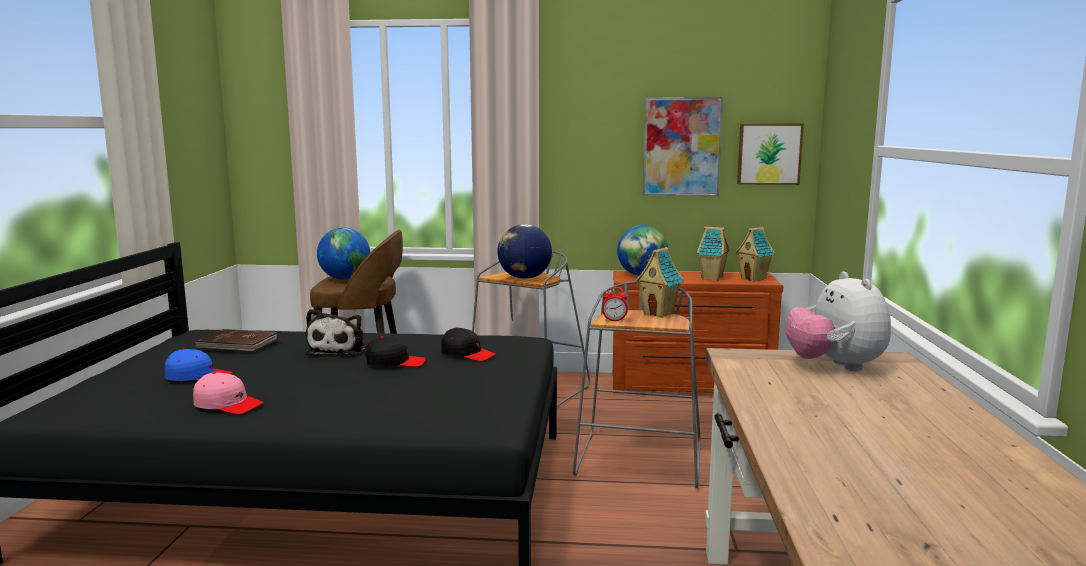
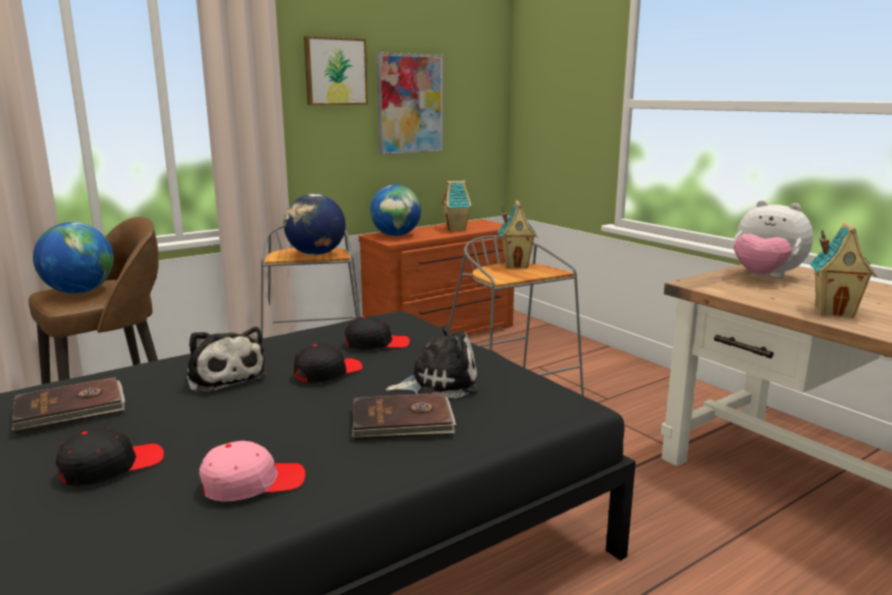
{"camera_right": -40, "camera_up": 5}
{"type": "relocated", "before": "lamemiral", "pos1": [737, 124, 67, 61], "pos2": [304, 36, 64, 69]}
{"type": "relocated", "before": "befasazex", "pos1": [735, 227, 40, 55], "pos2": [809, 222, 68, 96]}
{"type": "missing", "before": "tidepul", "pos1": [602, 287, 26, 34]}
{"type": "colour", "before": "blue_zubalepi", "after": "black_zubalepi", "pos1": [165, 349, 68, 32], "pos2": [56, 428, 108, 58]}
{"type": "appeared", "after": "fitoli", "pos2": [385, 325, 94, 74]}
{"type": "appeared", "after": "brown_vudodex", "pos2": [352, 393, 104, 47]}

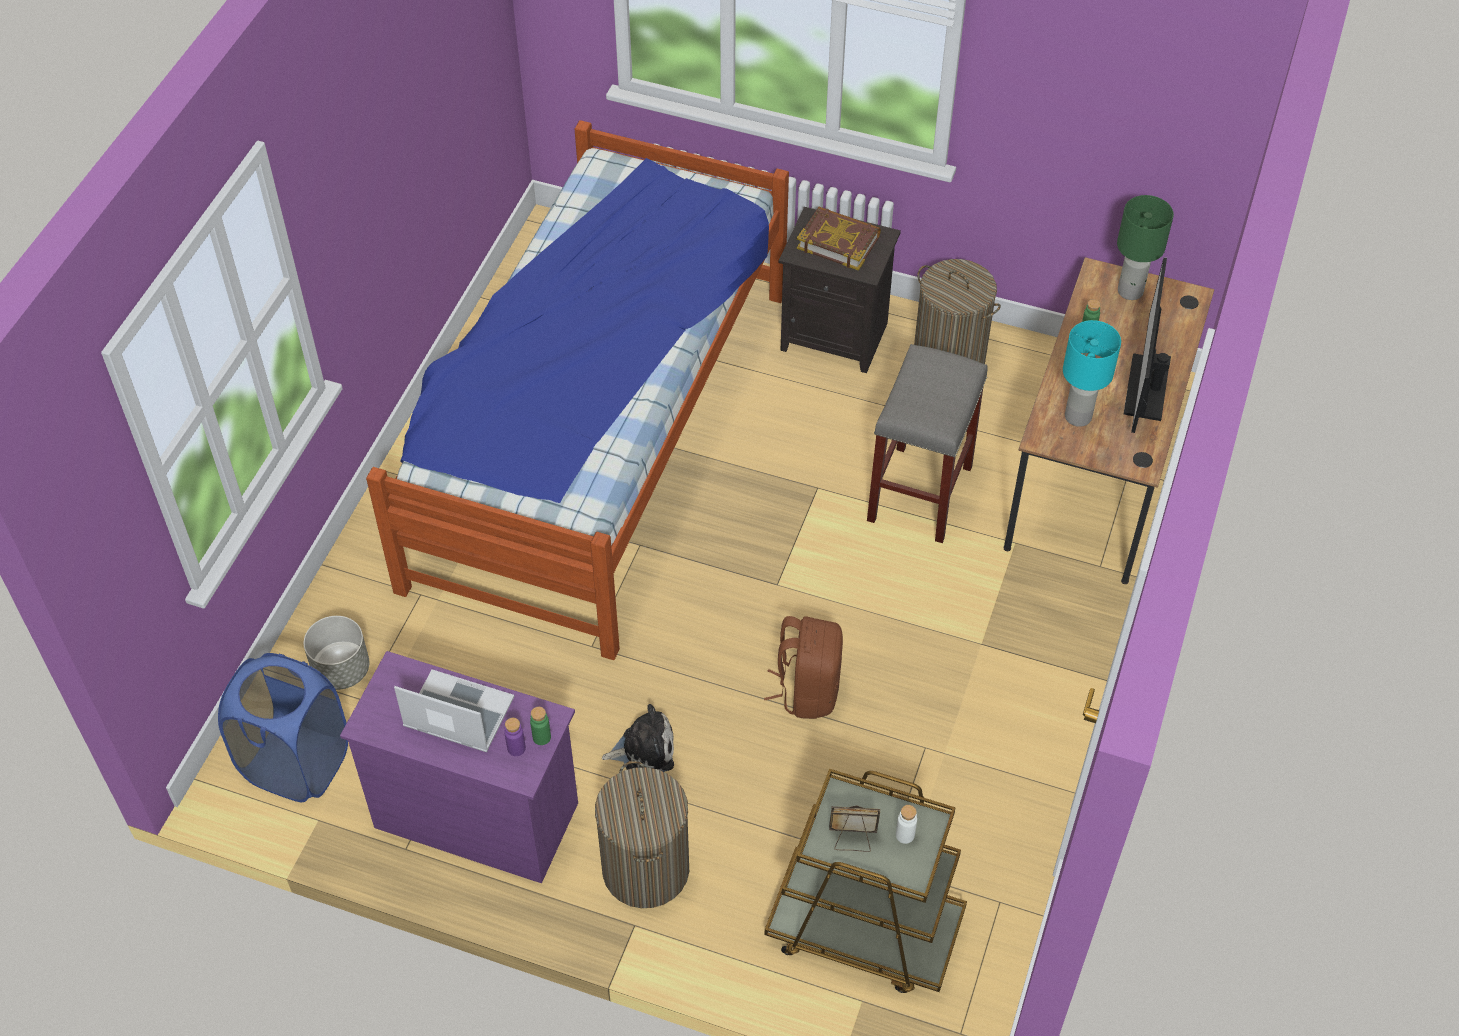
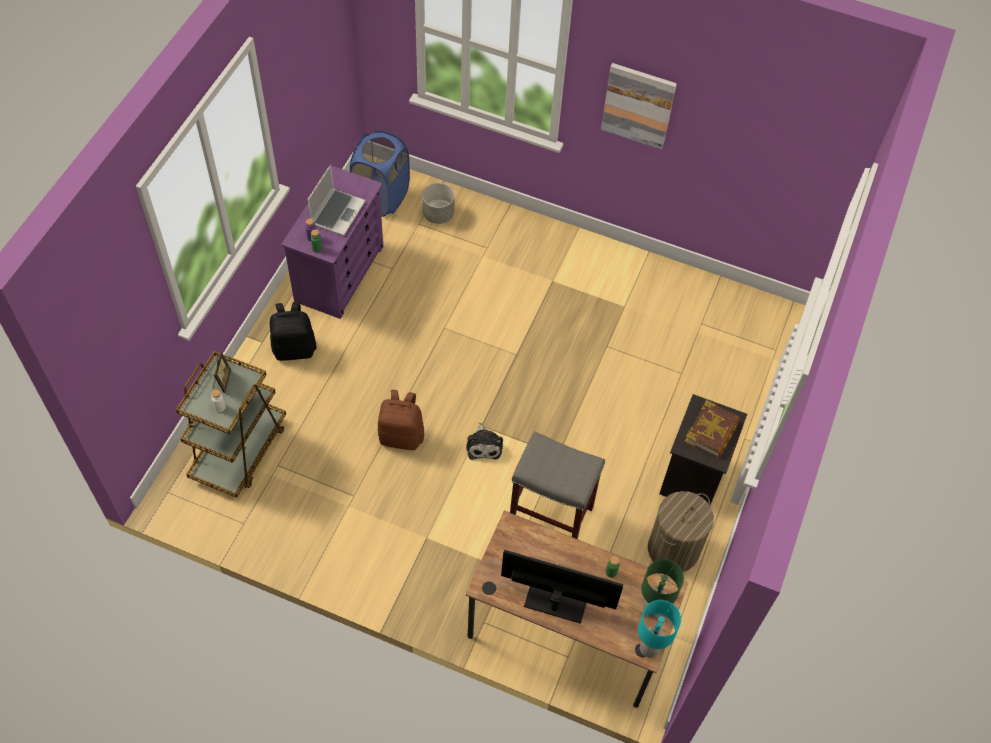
{"camera_right": 90, "camera_up": 5}
{"type": "missing", "before": "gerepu", "pos1": [366, 120, 423, 540]}
{"type": "relocated", "before": "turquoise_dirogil", "pos1": [1063, 320, 58, 107], "pos2": [638, 600, 43, 58]}
{"type": "relocated", "before": "fitoli", "pos1": [602, 704, 72, 68], "pos2": [466, 423, 37, 37]}
{"type": "exchanged", "before": "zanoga", "after": "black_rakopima", "pos1": [595, 761, 94, 147], "pos2": [270, 302, 46, 59]}
{"type": "appeared", "after": "lamemiral", "pos2": [601, 63, 76, 87]}

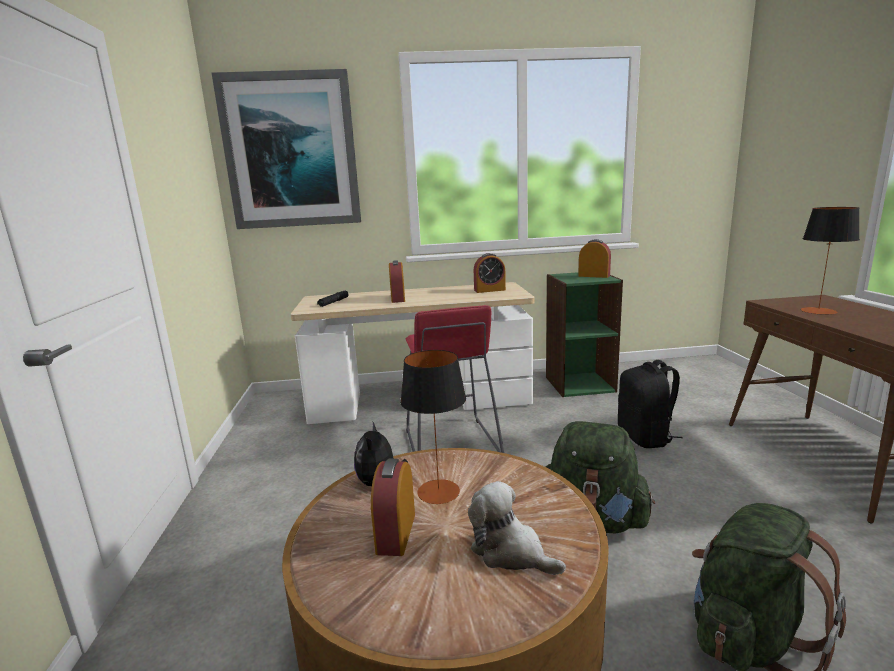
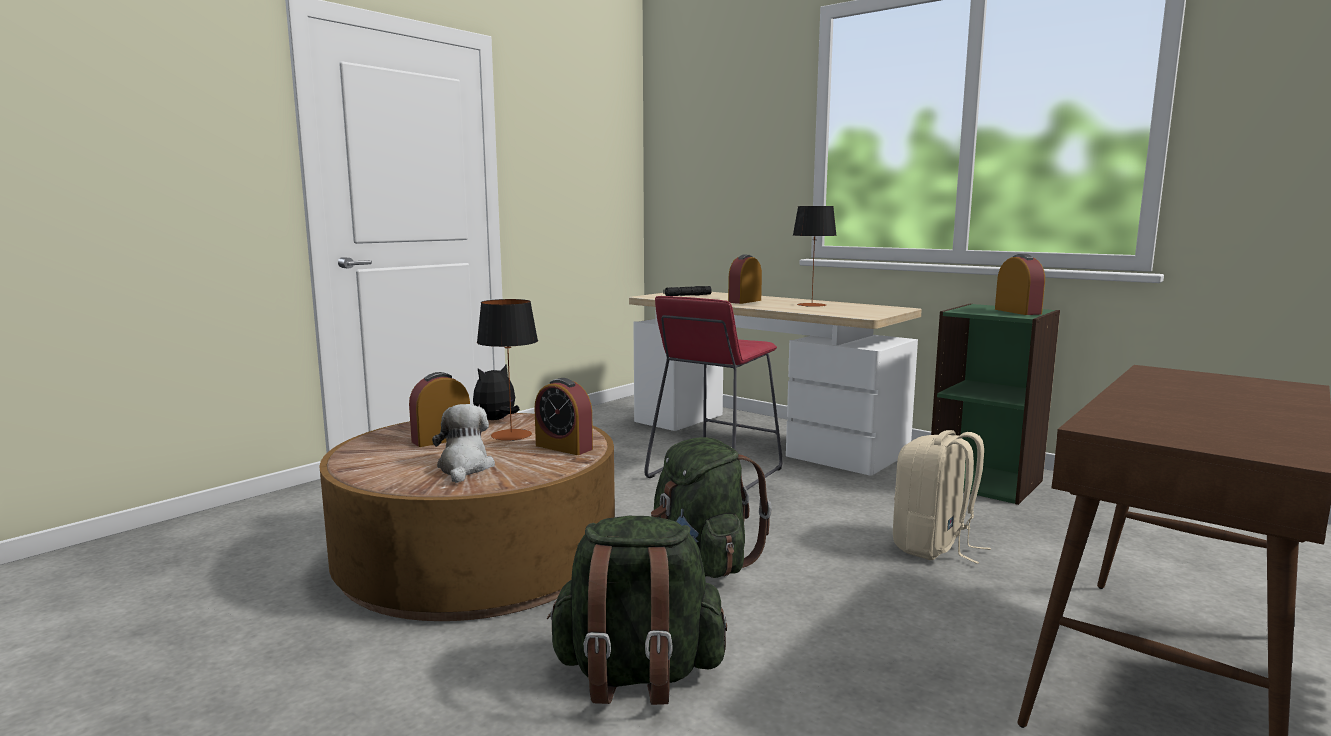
{"camera_right": 45, "camera_up": -5}
{"type": "missing", "before": "lamemiral", "pos1": [212, 69, 149, 160]}
{"type": "relocated", "before": "dirogil", "pos1": [801, 207, 59, 108], "pos2": [793, 206, 44, 101]}
{"type": "relocated", "before": "tidepul", "pos1": [474, 253, 32, 40], "pos2": [534, 378, 59, 77]}
{"type": "colour", "before": "black_rakopima", "after": "beige_rakopima", "pos1": [618, 360, 65, 88], "pos2": [893, 430, 98, 134]}

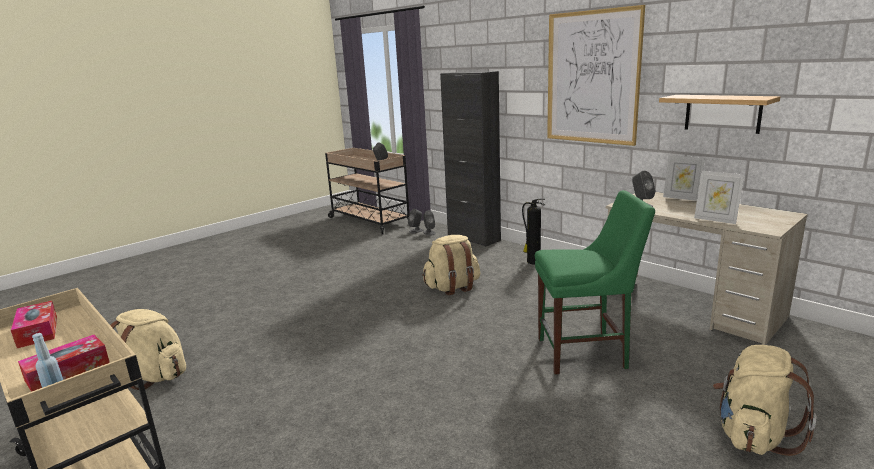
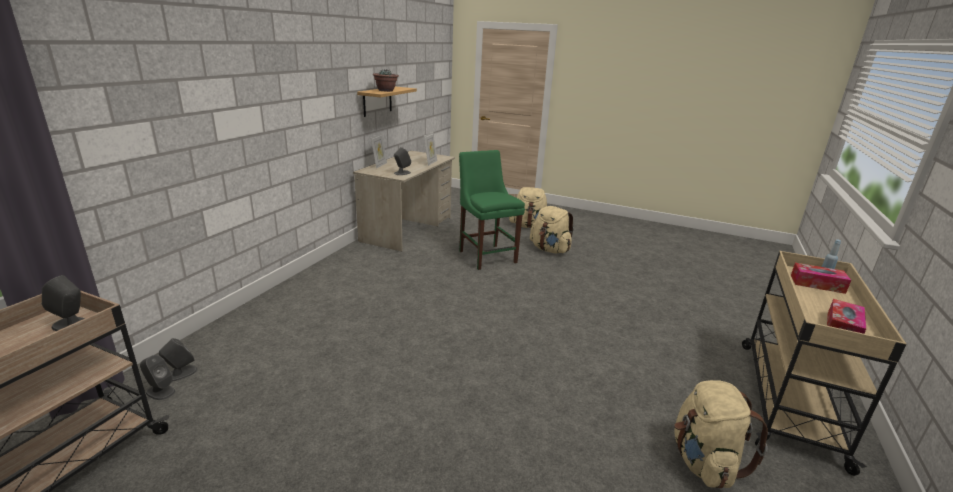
{"camera_right": -115, "camera_up": 5}
{"type": "missing", "before": "lamemiral", "pos1": [547, 5, 98, 141]}
{"type": "missing", "before": "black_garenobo", "pos1": [440, 71, 61, 176]}
{"type": "missing", "before": "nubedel", "pos1": [522, 198, 23, 66]}
{"type": "relocated", "before": "beige_rakopima", "pos1": [422, 235, 58, 60], "pos2": [530, 206, 44, 47]}
{"type": "appeared", "after": "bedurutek", "pos2": [373, 69, 26, 23]}

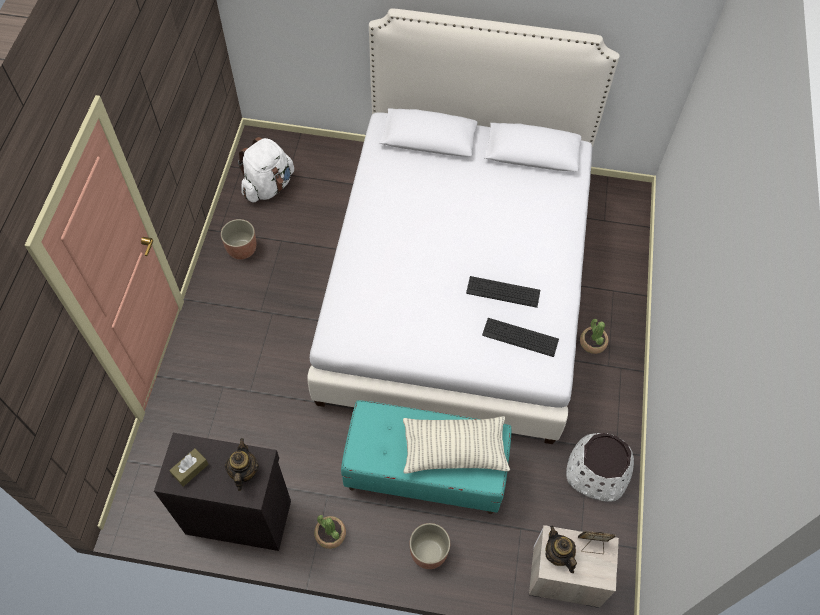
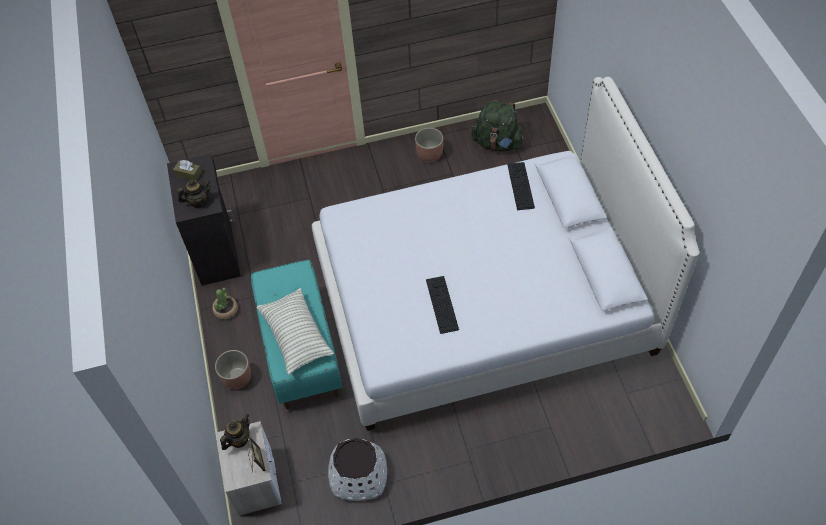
{"camera_right": 70, "camera_up": -5}
{"type": "colour", "before": "white_rakopima", "after": "green_rakopima", "pos1": [238, 137, 56, 65], "pos2": [471, 100, 53, 52]}
{"type": "relocated", "before": "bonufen", "pos1": [482, 318, 77, 39], "pos2": [507, 162, 28, 48]}
{"type": "missing", "before": "bedurutek", "pos1": [580, 319, 29, 35]}

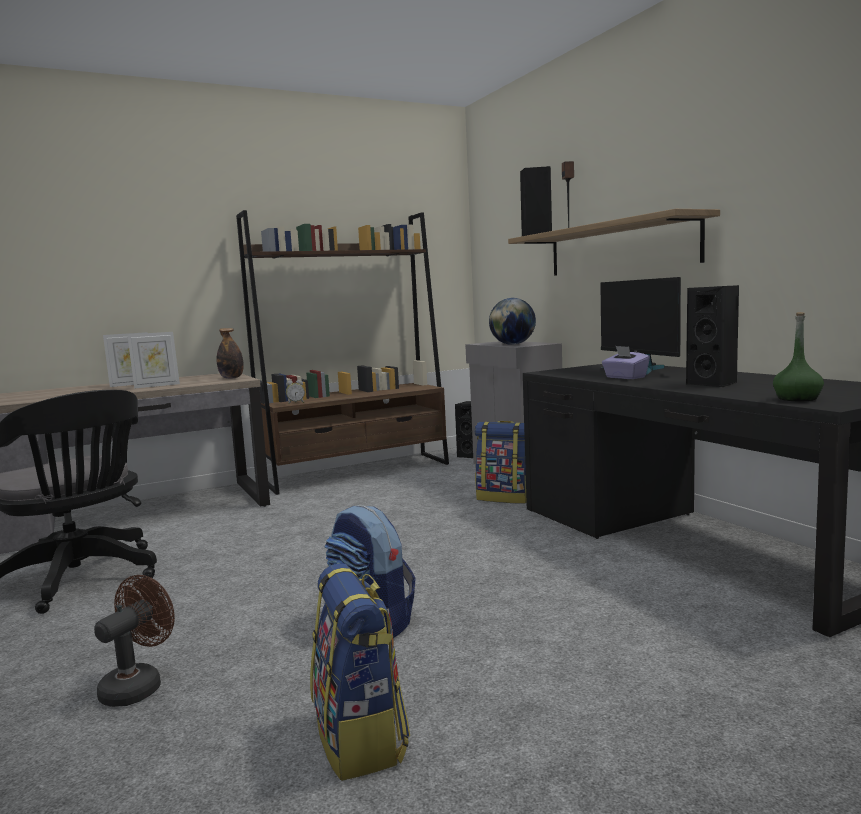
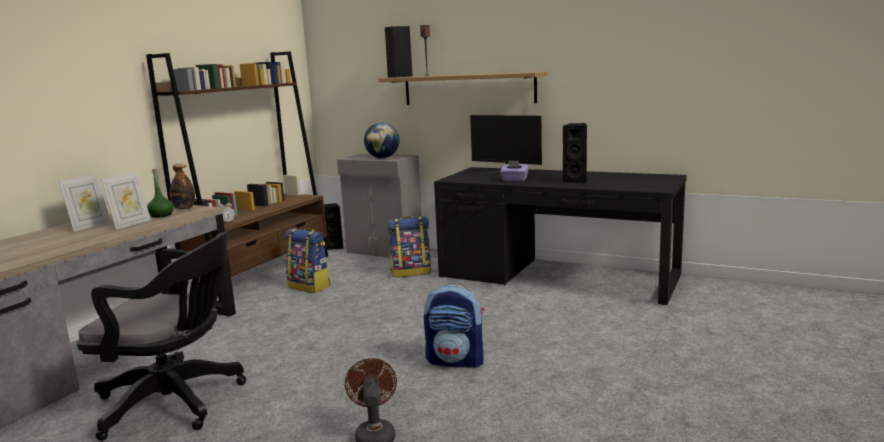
{"camera_right": -35, "camera_up": 5}
{"type": "relocated", "before": "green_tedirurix", "pos1": [773, 312, 51, 89], "pos2": [147, 169, 27, 49]}
{"type": "relocated", "before": "rakopima", "pos1": [310, 563, 100, 218], "pos2": [285, 228, 45, 65]}

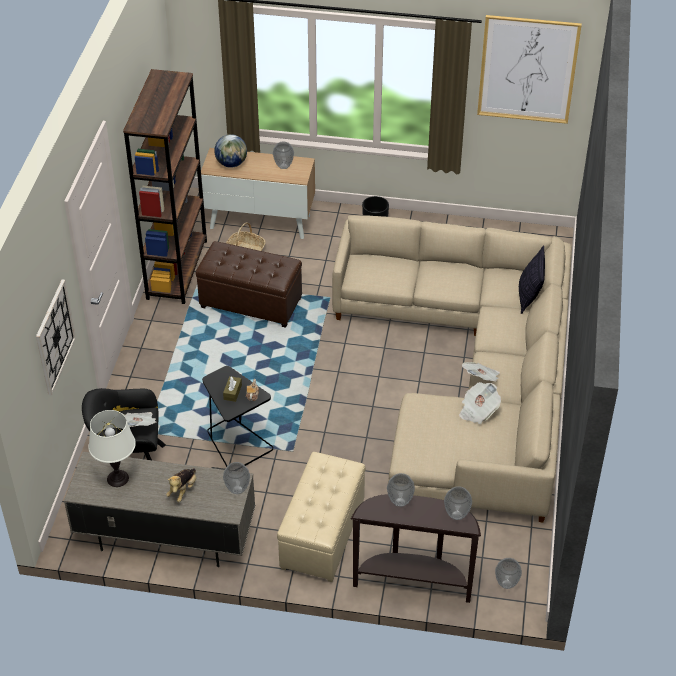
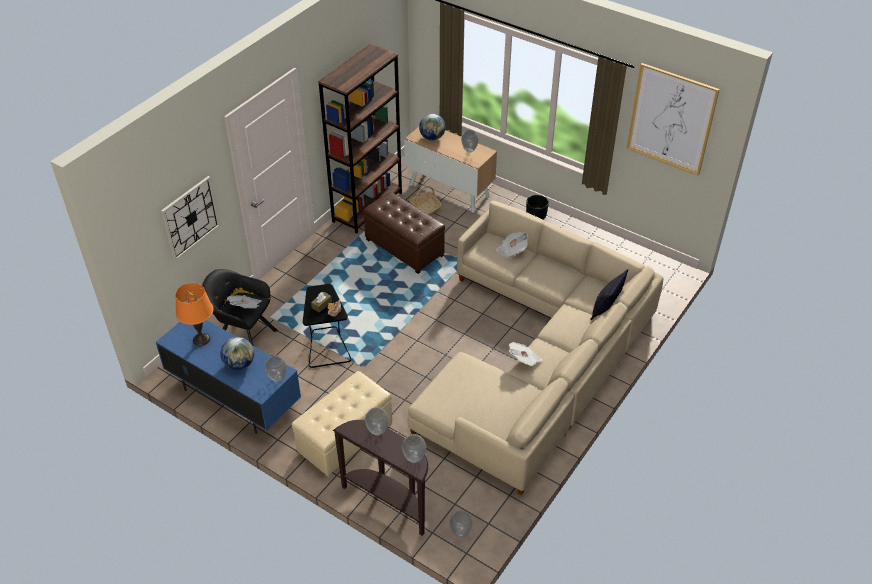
{"camera_right": 25, "camera_up": 0}
{"type": "relocated", "before": "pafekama", "pos1": [459, 382, 42, 42], "pos2": [496, 232, 33, 27]}
{"type": "colour", "before": "white_dirogil", "after": "orange_dirogil", "pos1": [88, 410, 48, 77], "pos2": [175, 283, 38, 63]}
{"type": "colour", "before": "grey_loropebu", "after": "blue_loropebu", "pos1": [64, 452, 191, 115], "pos2": [156, 320, 145, 114]}
{"type": "exchanged", "before": "fitoli", "after": "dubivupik", "pos1": [166, 468, 30, 34], "pos2": [220, 337, 34, 33]}

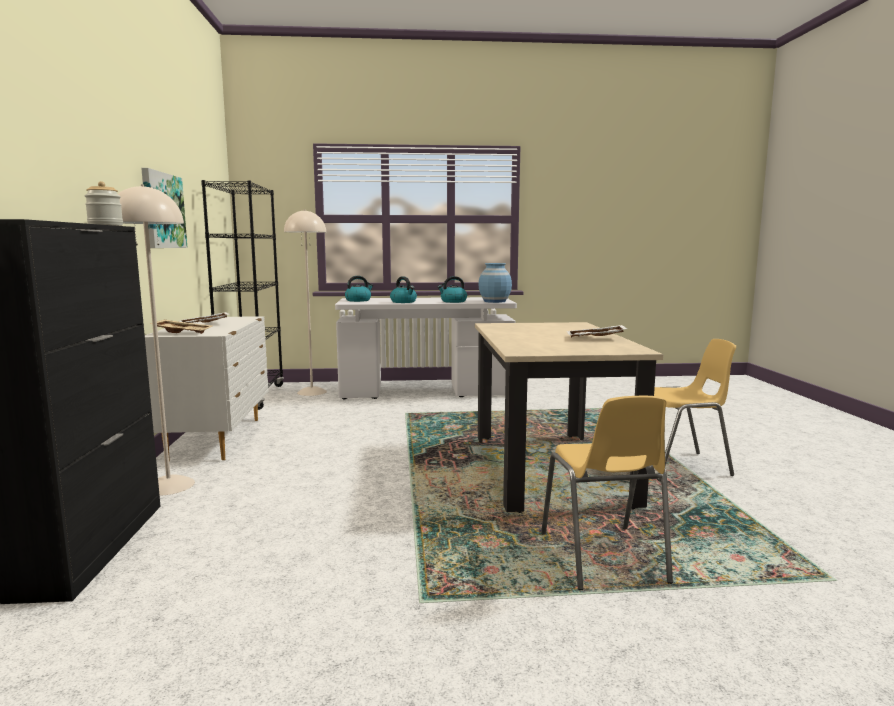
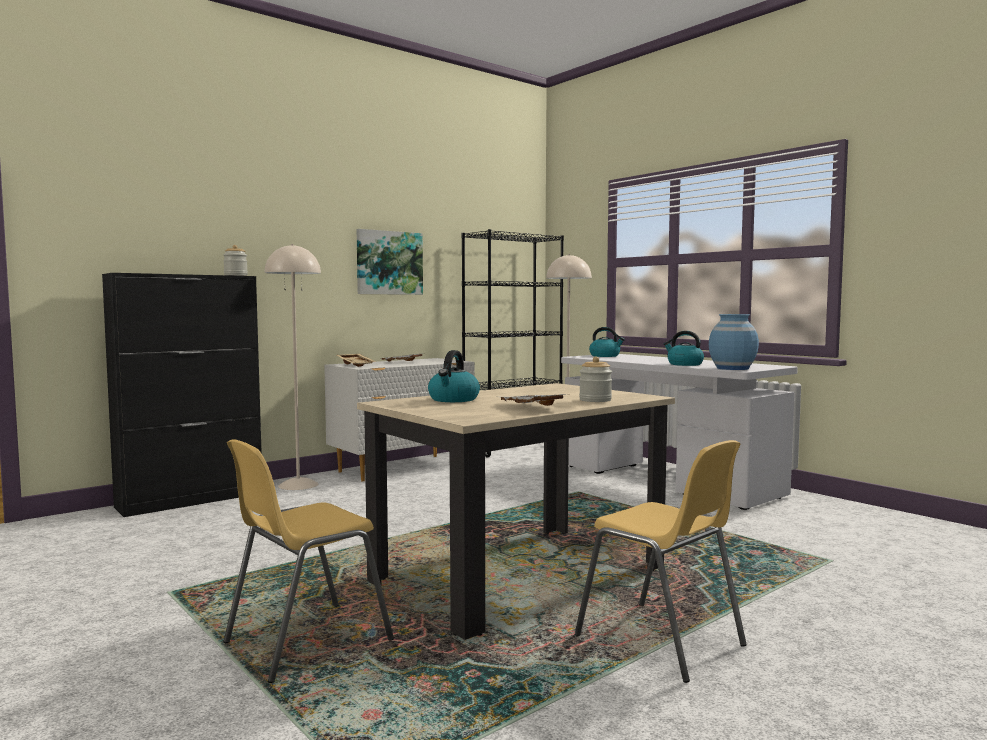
{"camera_right": 55, "camera_up": -5}
{"type": "relocated", "before": "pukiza", "pos1": [390, 277, 27, 26], "pos2": [428, 350, 52, 52]}
{"type": "appeared", "after": "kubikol", "pos2": [579, 357, 33, 45]}

